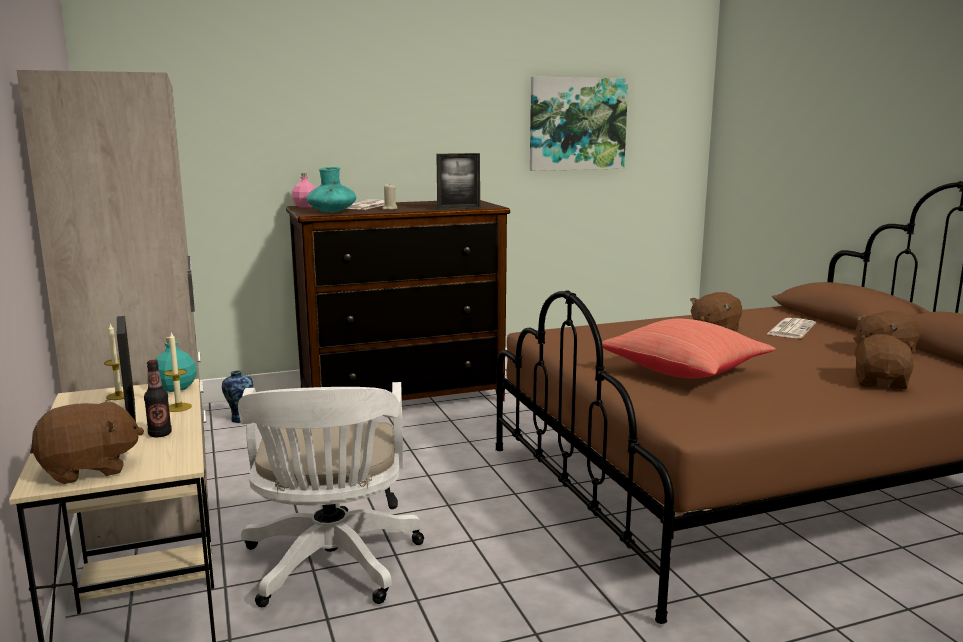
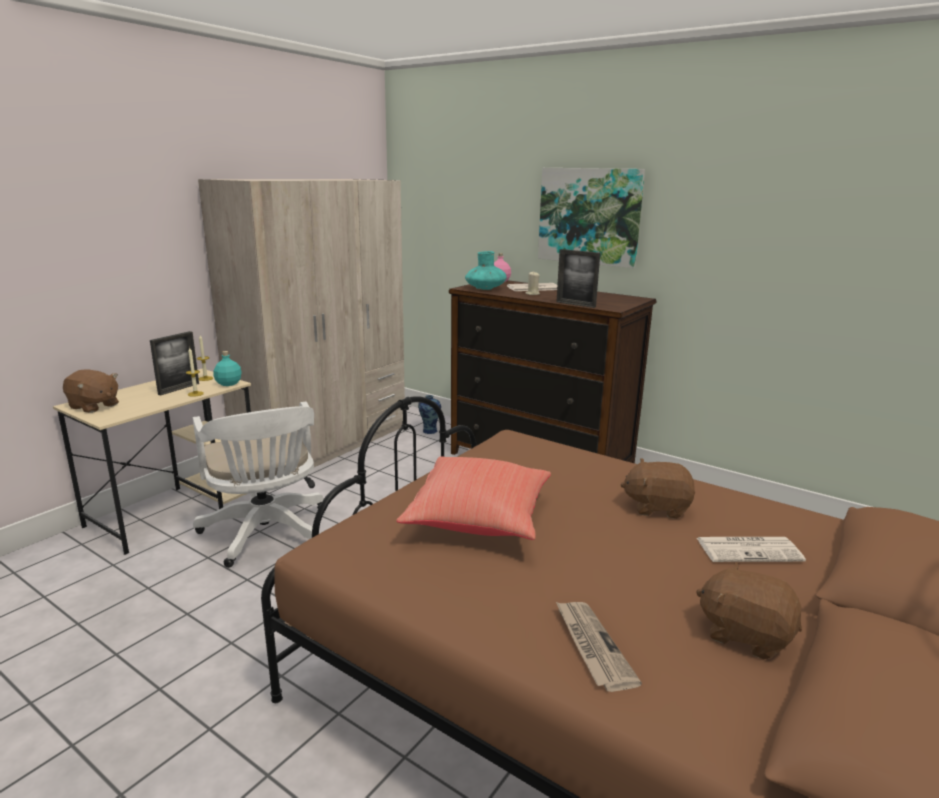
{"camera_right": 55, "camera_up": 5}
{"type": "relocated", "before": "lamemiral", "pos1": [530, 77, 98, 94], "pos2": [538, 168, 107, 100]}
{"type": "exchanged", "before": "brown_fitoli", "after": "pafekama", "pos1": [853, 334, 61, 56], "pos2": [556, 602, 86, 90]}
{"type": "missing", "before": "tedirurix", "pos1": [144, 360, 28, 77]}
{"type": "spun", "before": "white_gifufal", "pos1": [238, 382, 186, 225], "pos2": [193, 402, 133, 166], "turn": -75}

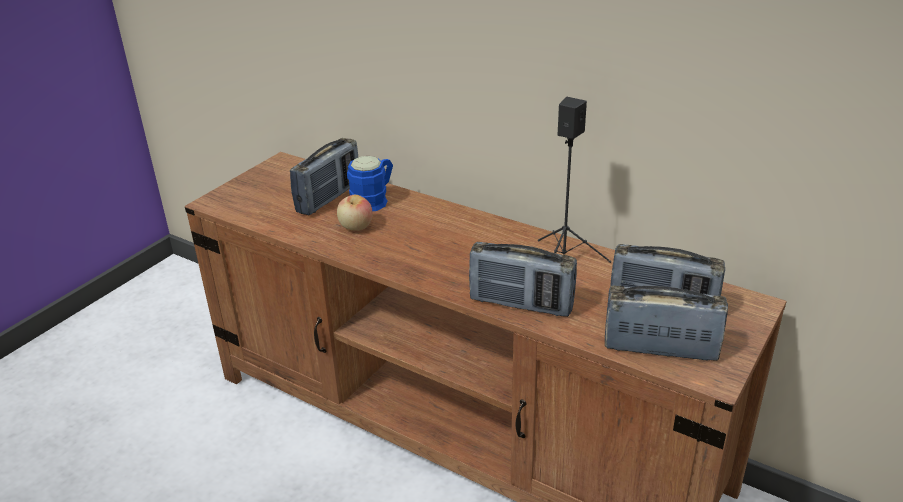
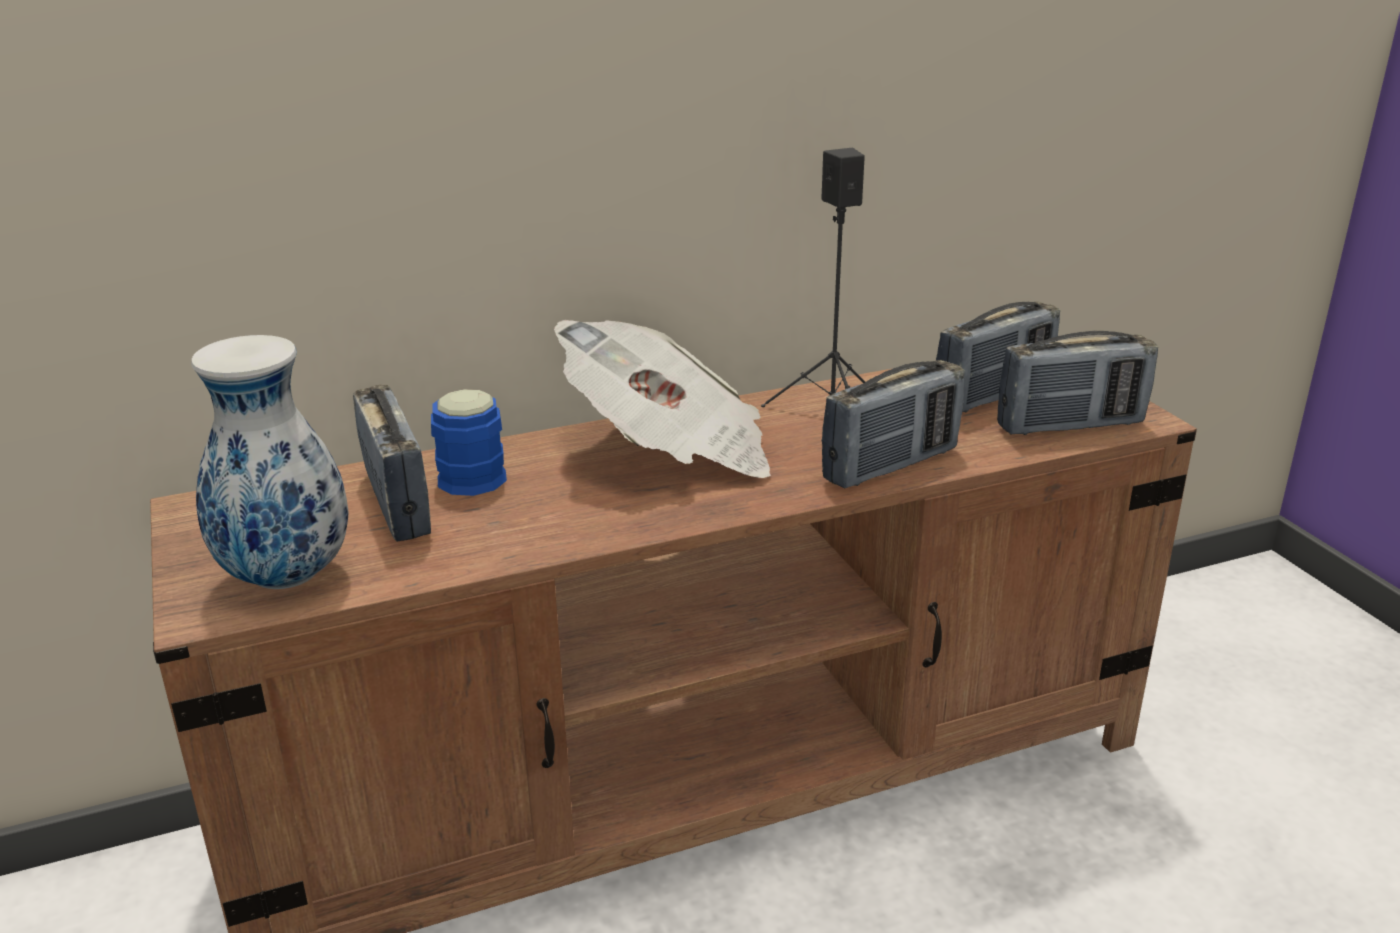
{"camera_right": -55, "camera_up": -5}
{"type": "missing", "before": "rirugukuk", "pos1": [337, 195, 36, 36]}
{"type": "spun", "before": "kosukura", "pos1": [605, 285, 123, 76], "pos2": [997, 331, 161, 104], "turn": -150}
{"type": "appeared", "after": "pafekama", "pos2": [554, 320, 217, 158]}
{"type": "appeared", "after": "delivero", "pos2": [191, 335, 158, 254]}

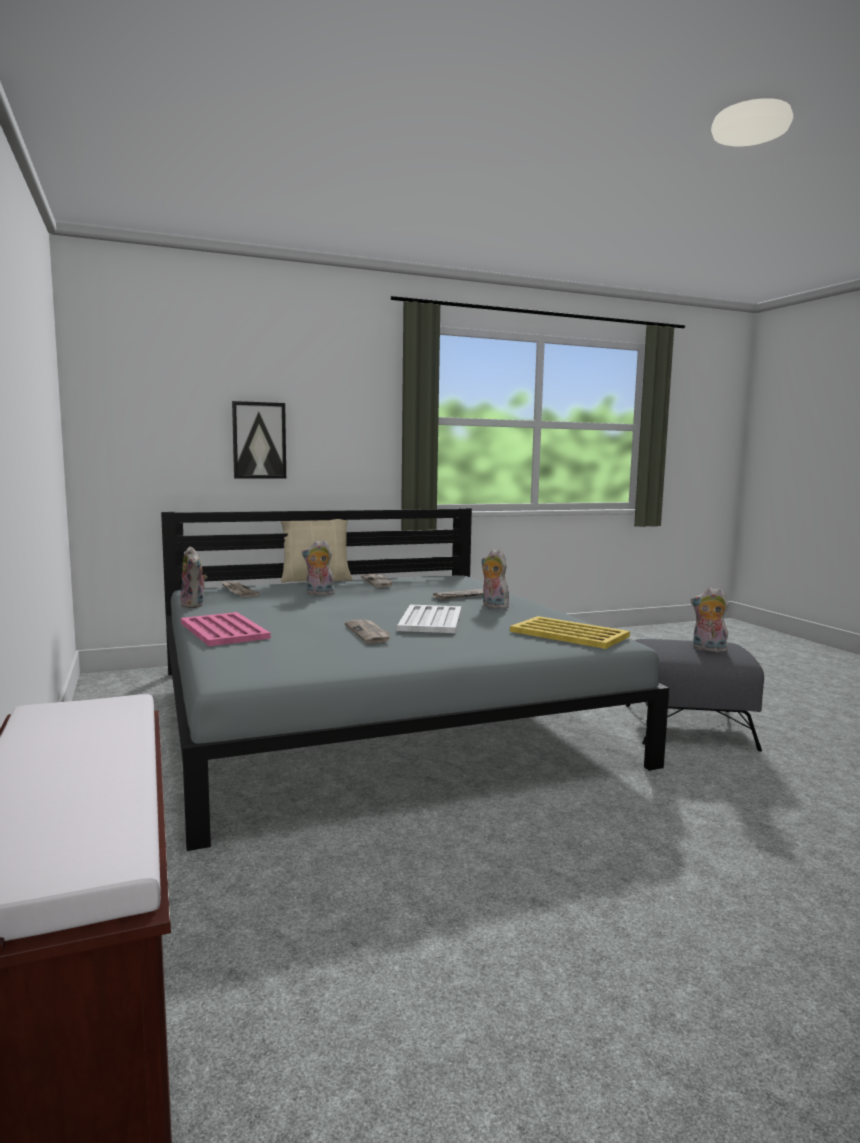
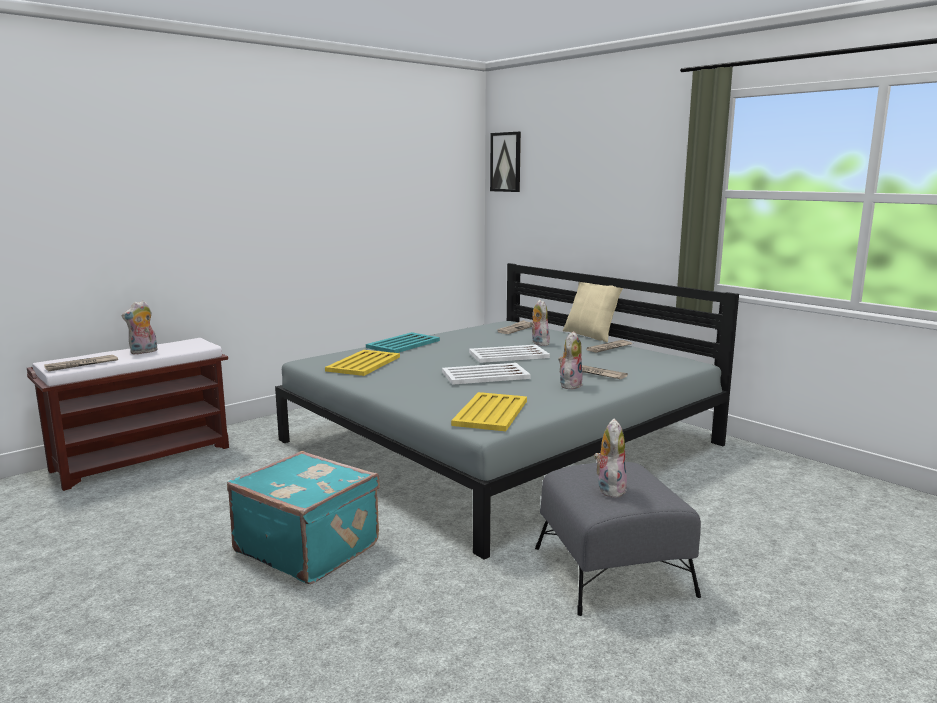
{"camera_right": 70, "camera_up": 5}
{"type": "relocated", "before": "lamemiral", "pos1": [232, 401, 54, 78], "pos2": [490, 132, 31, 60]}
{"type": "relocated", "before": "fitoli", "pos1": [180, 546, 27, 62], "pos2": [121, 301, 36, 54]}
{"type": "colour", "before": "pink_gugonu", "after": "turquoise_gugonu", "pos1": [181, 612, 90, 34], "pos2": [366, 332, 74, 21]}
{"type": "relocated", "before": "pafekama", "pos1": [345, 620, 47, 24], "pos2": [44, 355, 74, 16]}
{"type": "appeared", "after": "white_gugonu", "pos2": [469, 345, 81, 18]}
{"type": "appeared", "after": "yellow_gugonu", "pos2": [325, 350, 75, 26]}
{"type": "appeared", "after": "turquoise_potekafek", "pos2": [227, 451, 153, 133]}

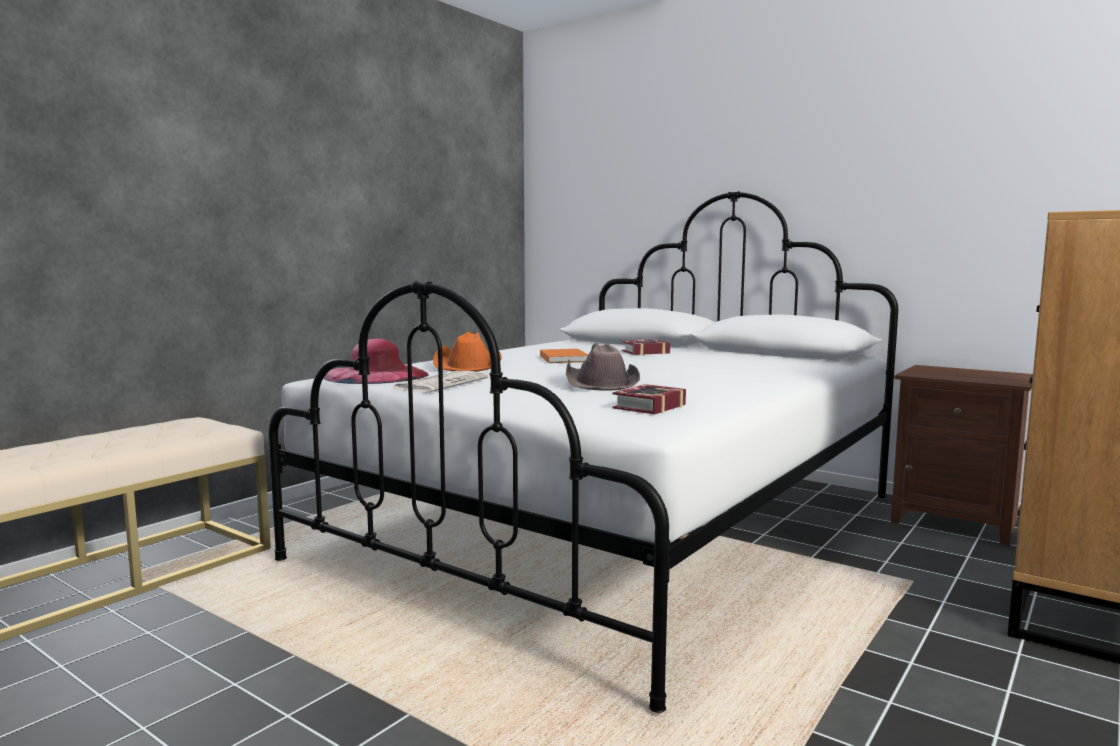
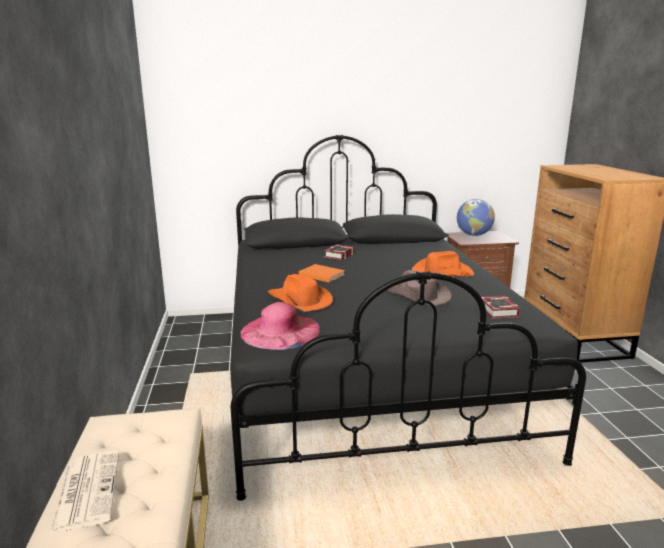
{"camera_right": -45, "camera_up": 10}
{"type": "colour", "before": "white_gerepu", "after": "black_gerepu", "pos1": [268, 191, 630, 522], "pos2": [230, 135, 356, 366]}
{"type": "relocated", "before": "pafekama", "pos1": [393, 371, 96, 22], "pos2": [49, 451, 70, 83]}
{"type": "appeared", "after": "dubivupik", "pos2": [457, 199, 38, 37]}
{"type": "appeared", "after": "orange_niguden", "pos2": [412, 251, 62, 26]}

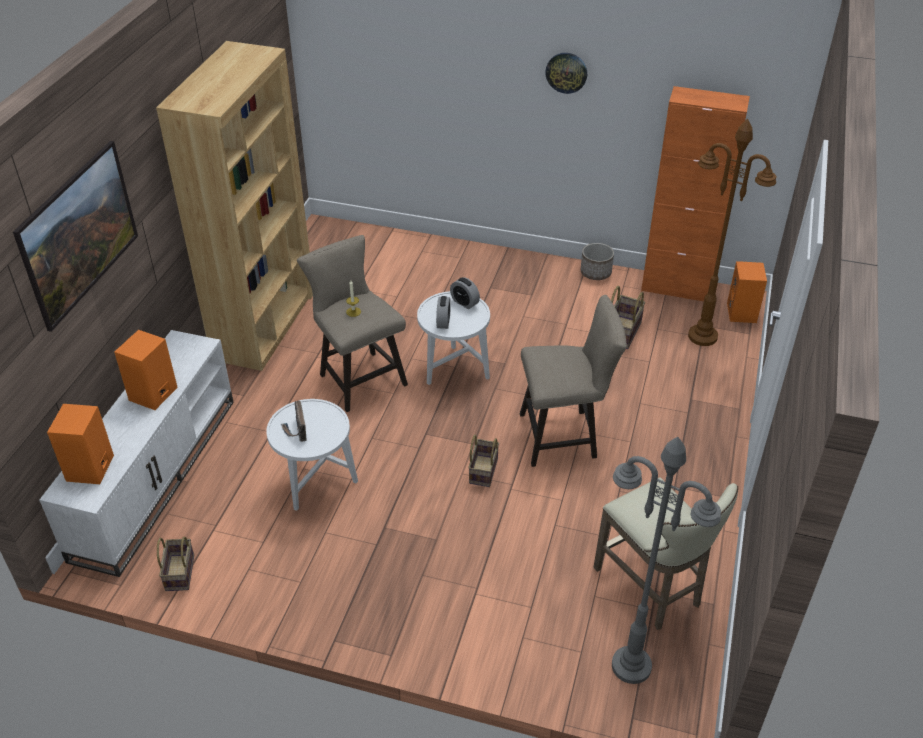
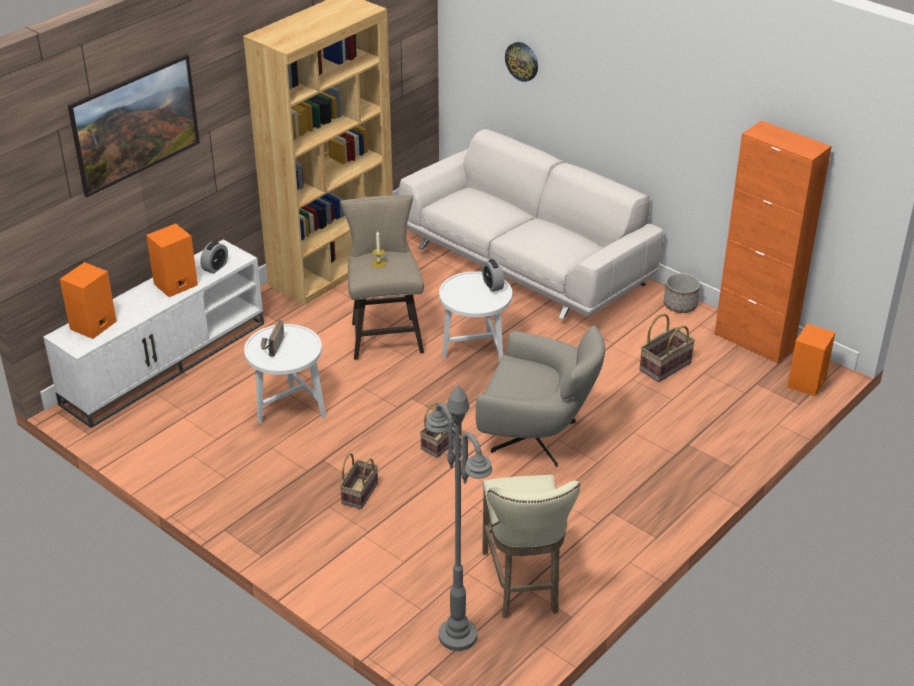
{"camera_right": 25, "camera_up": -5}
{"type": "relocated", "before": "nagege", "pos1": [545, 53, 42, 41], "pos2": [505, 42, 33, 40]}
{"type": "missing", "before": "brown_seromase", "pos1": [688, 119, 88, 227]}
{"type": "exchanged", "before": "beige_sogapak", "after": "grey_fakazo", "pos1": [520, 295, 106, 172], "pos2": [475, 326, 130, 141]}
{"type": "relocated", "before": "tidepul", "pos1": [436, 296, 15, 33], "pos2": [200, 241, 28, 33]}
{"type": "relocated", "before": "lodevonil", "pos1": [157, 537, 37, 54], "pos2": [340, 453, 38, 56]}
{"type": "appeared", "after": "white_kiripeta", "pos2": [398, 129, 265, 190]}

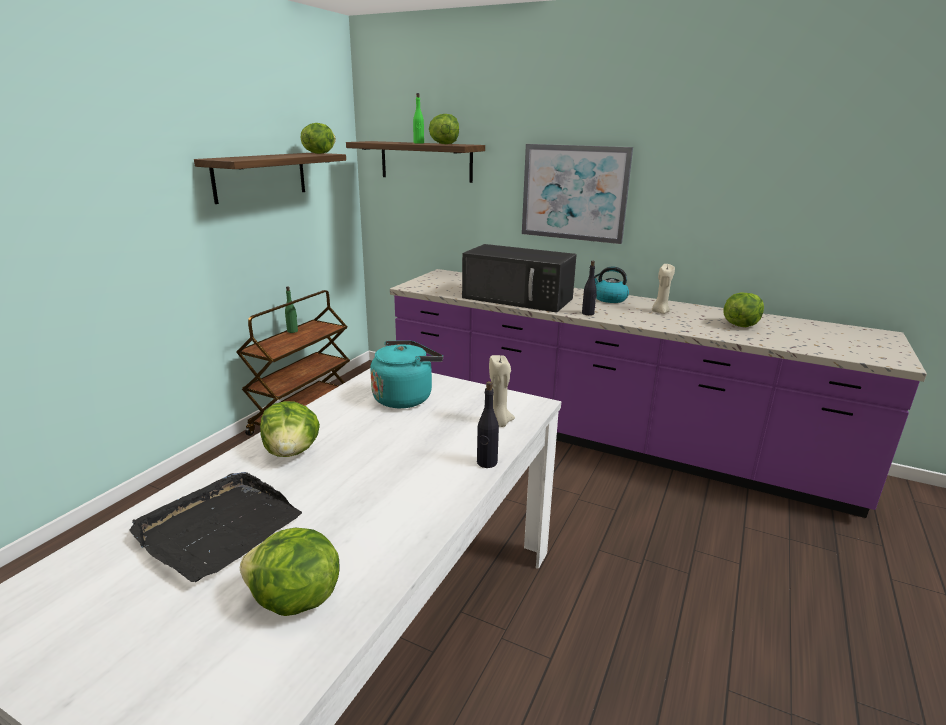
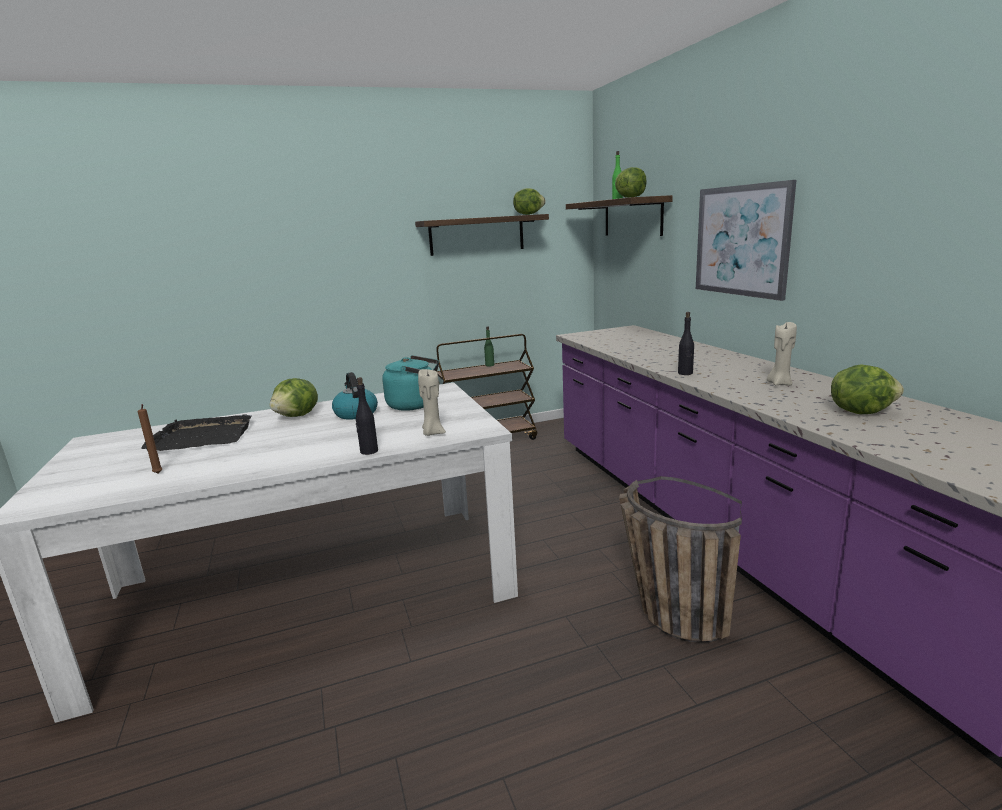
{"camera_right": 45, "camera_up": -5}
{"type": "missing", "before": "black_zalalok", "pos1": [462, 244, 115, 68]}
{"type": "relocated", "before": "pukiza", "pos1": [594, 266, 35, 37], "pos2": [332, 372, 46, 48]}
{"type": "exchanged", "before": "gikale", "after": "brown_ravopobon", "pos1": [240, 528, 99, 88], "pos2": [137, 404, 26, 69]}
{"type": "appeared", "after": "lodevonil", "pos2": [619, 476, 123, 167]}

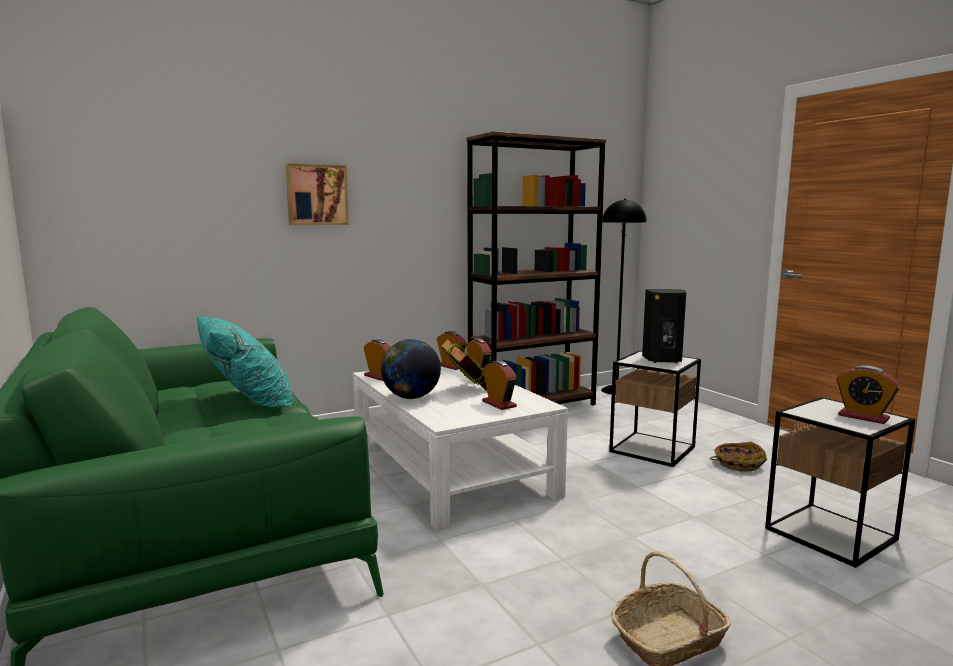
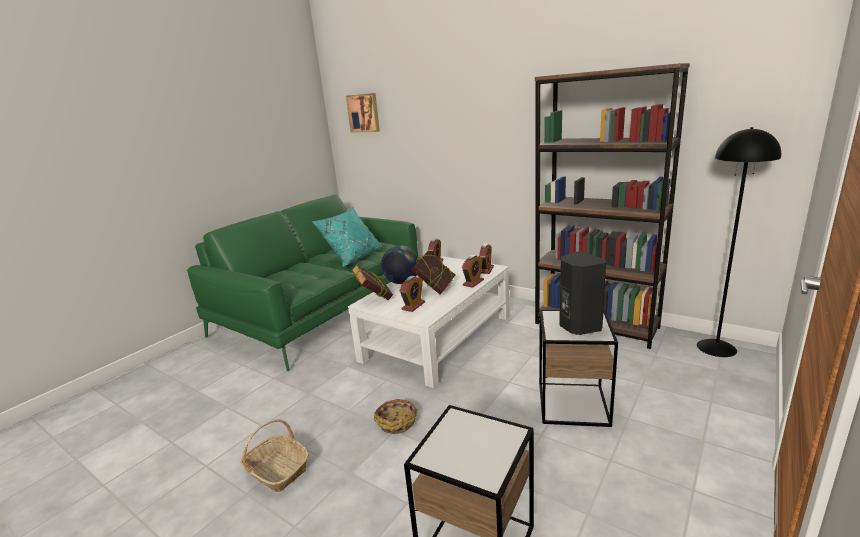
{"camera_right": 65, "camera_up": 10}
{"type": "relocated", "before": "lamemiral", "pos1": [286, 163, 63, 62], "pos2": [346, 93, 34, 40]}
{"type": "missing", "before": "tidepul", "pos1": [837, 366, 63, 58]}
{"type": "relocated", "before": "lodevonil", "pos1": [710, 442, 57, 30], "pos2": [374, 399, 44, 35]}
{"type": "appeared", "after": "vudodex", "pos2": [352, 264, 41, 36]}

